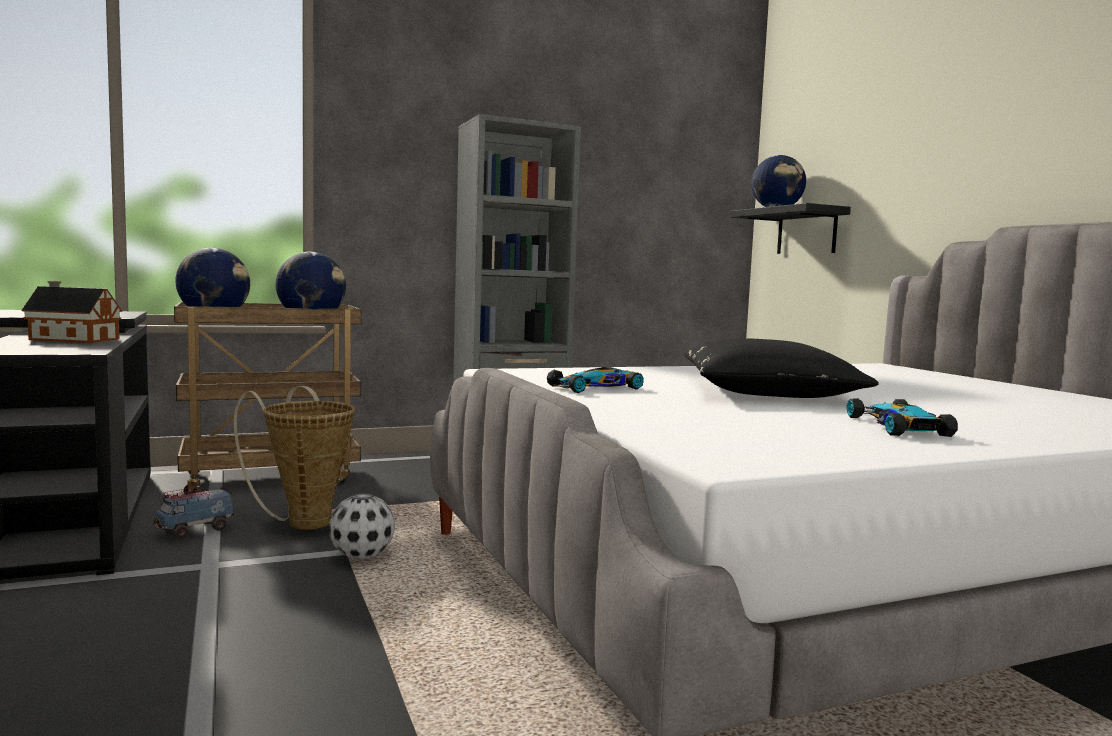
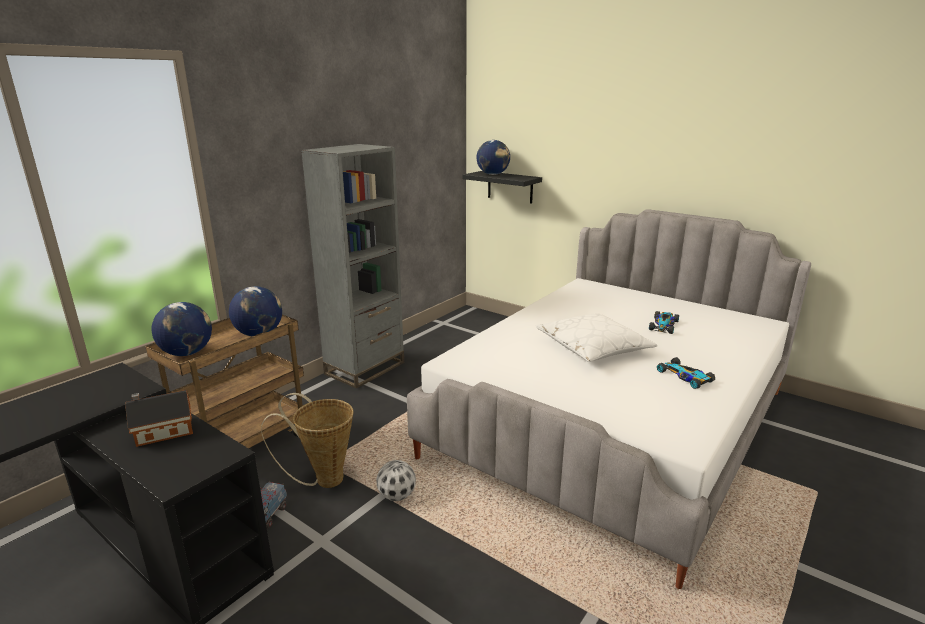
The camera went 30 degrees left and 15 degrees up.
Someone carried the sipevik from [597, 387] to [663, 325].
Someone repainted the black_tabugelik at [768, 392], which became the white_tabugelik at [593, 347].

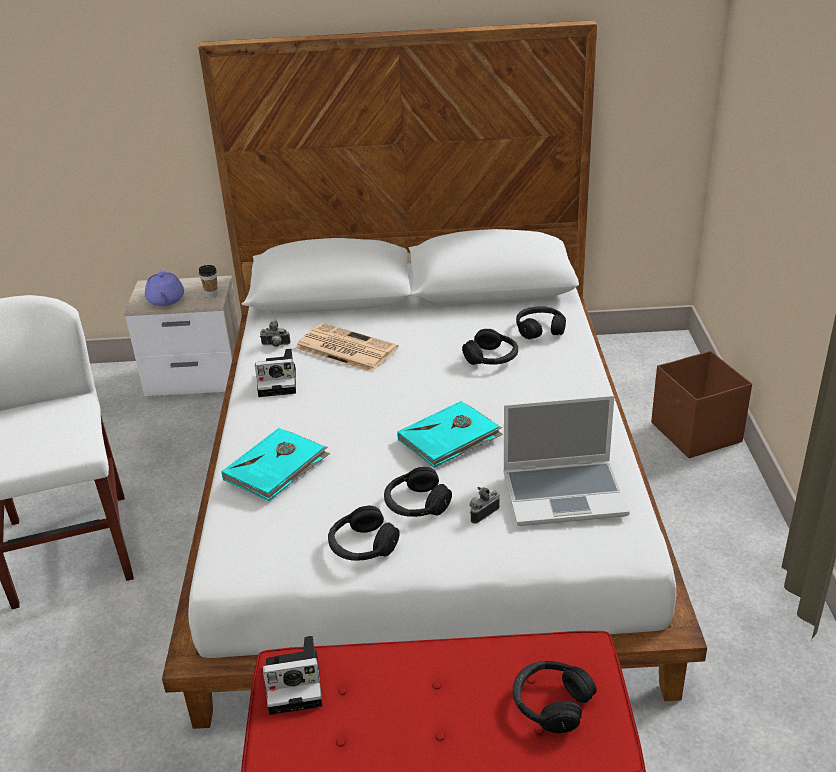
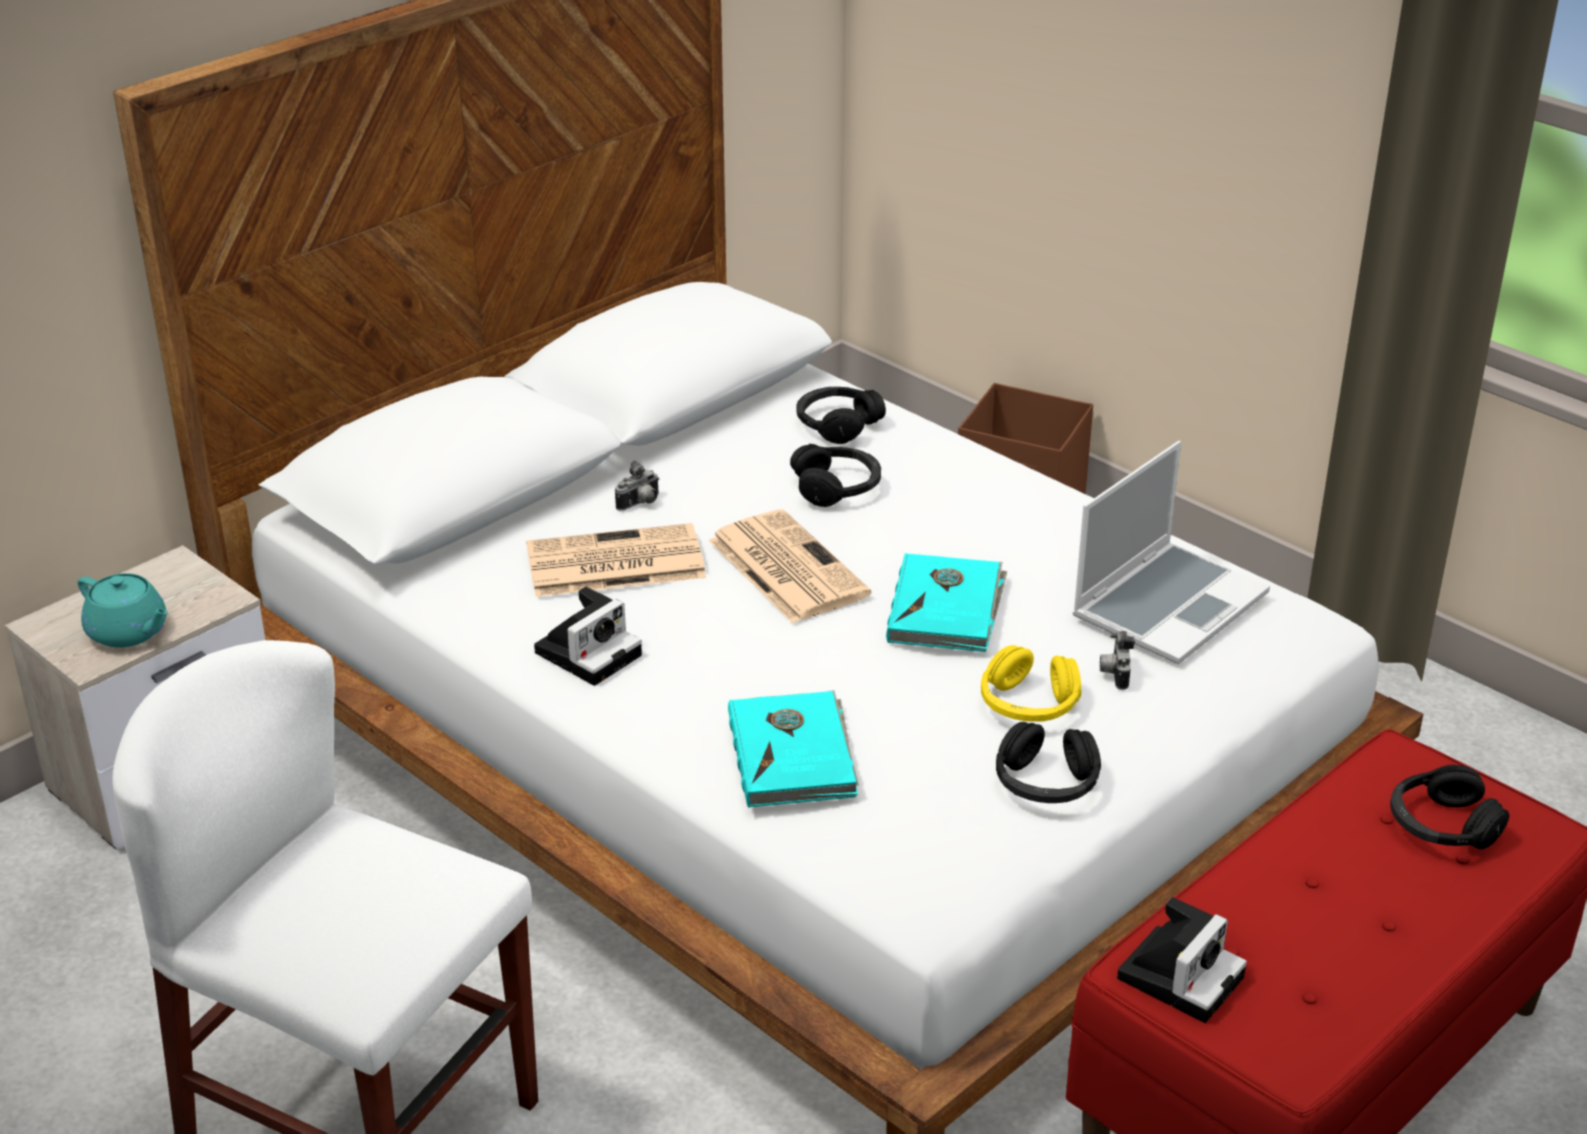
The camera went 45 degrees left and 0 degrees up.
Someone repainted the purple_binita at [166, 300], which became the turquoise_binita at [129, 632].
Someone took away the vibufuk at [211, 295].
Someone carried the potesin from [275, 345] to [640, 504].
Someone repainted the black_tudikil at [416, 504], which became the yellow_tudikil at [1028, 704].
Someone put down the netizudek at [785, 567].

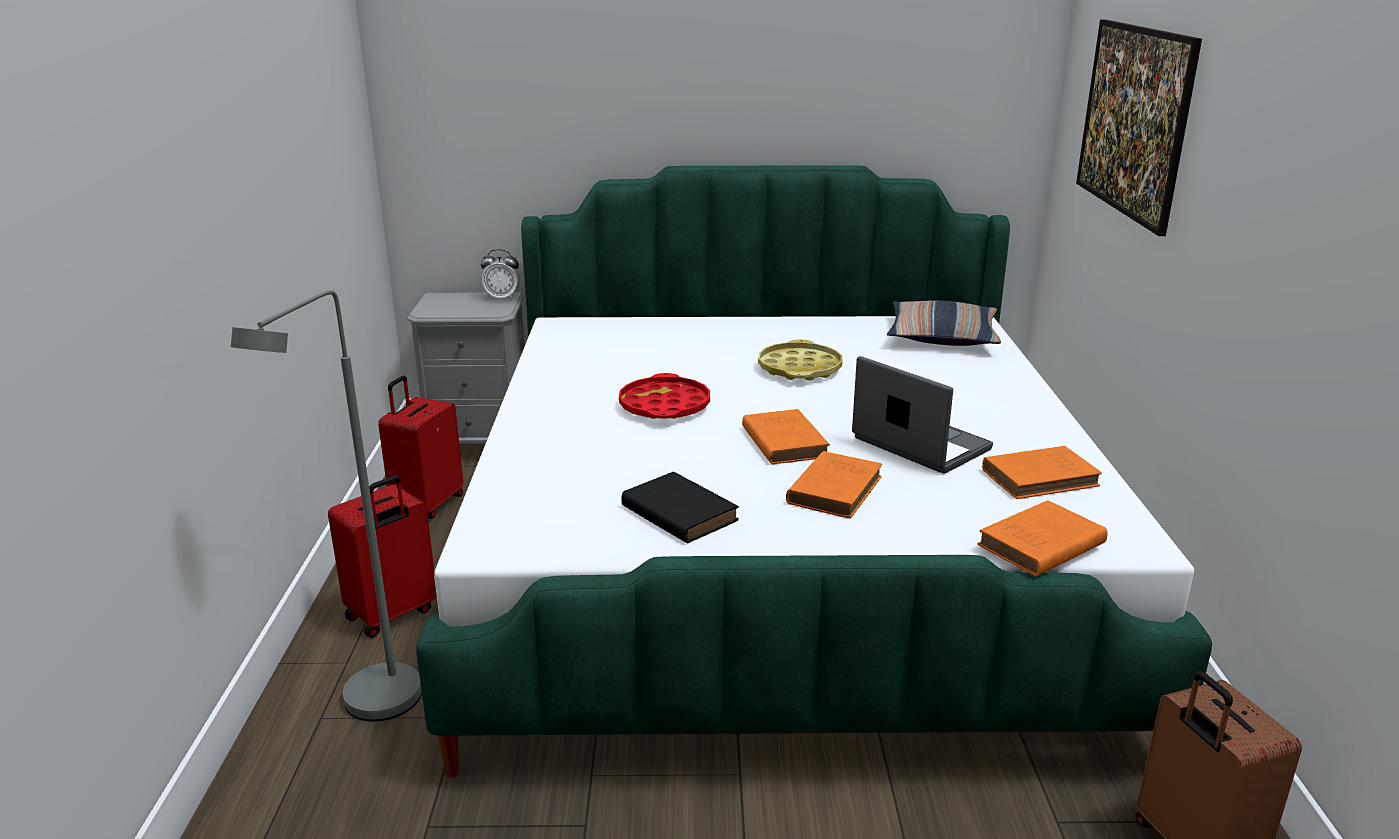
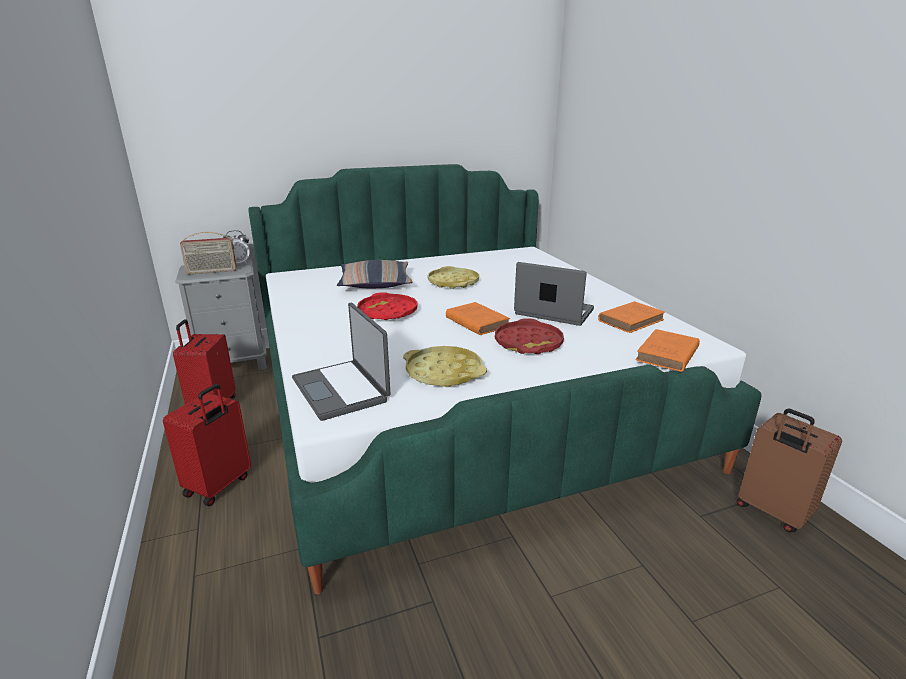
The camera went 20 degrees left and 0 degrees up.
Someone took away the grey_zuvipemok at [371, 710].
Someone swapped the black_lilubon at [677, 512] for the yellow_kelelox at [444, 372].
Someone swapped the orange_lilubon at [835, 489] for the red_kelelox at [528, 343].
Someone carried the tabugelik from [942, 337] to [375, 283].
Someone took away the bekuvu at [1126, 164].
Someone put down the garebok at [212, 271].
Someone put down the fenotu at [342, 390].

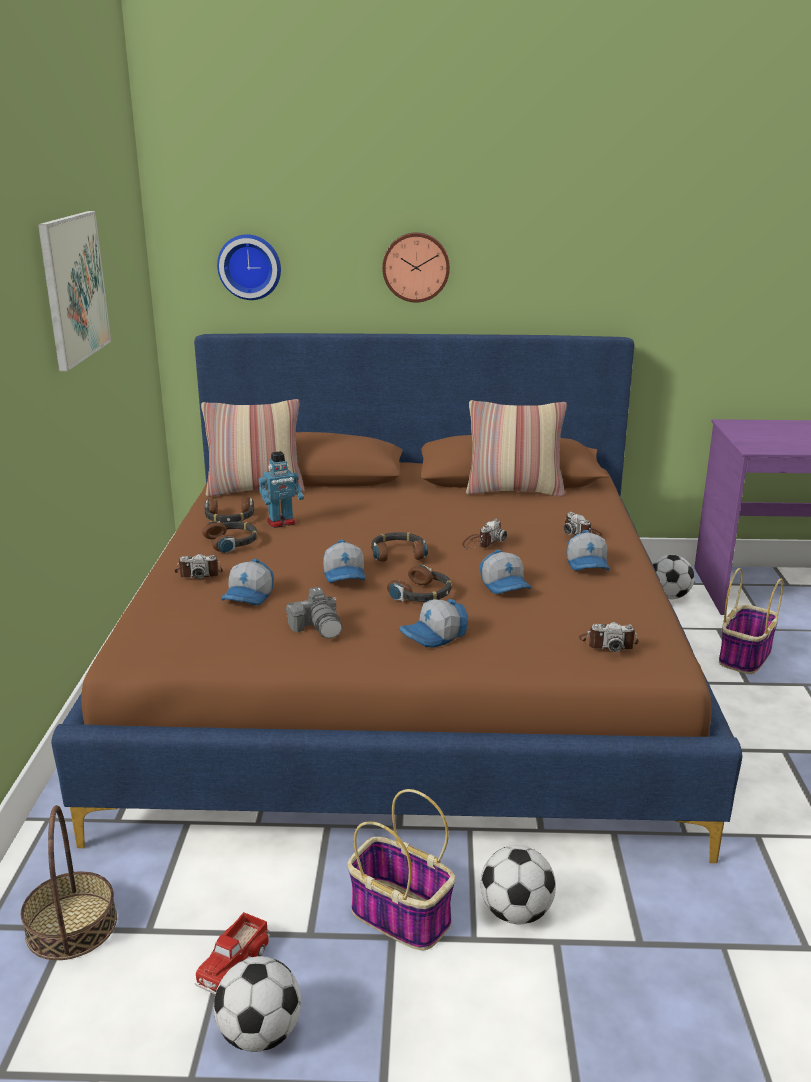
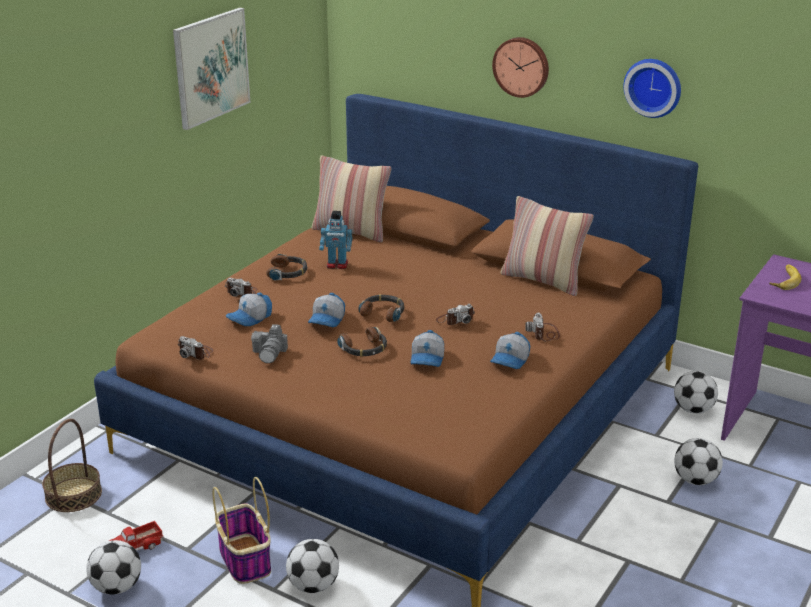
The camera went 30 degrees right and 5 degrees up.
Someone took away the tudikil at [229, 518].
Someone carried the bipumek from [250, 266] to [654, 87].
Someone took away the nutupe at [435, 635].
Someone carried the potesin from [608, 643] to [196, 352].
Someone swapped the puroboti at [745, 656] for the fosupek at [695, 480].
Someone put down the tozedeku at [783, 280].

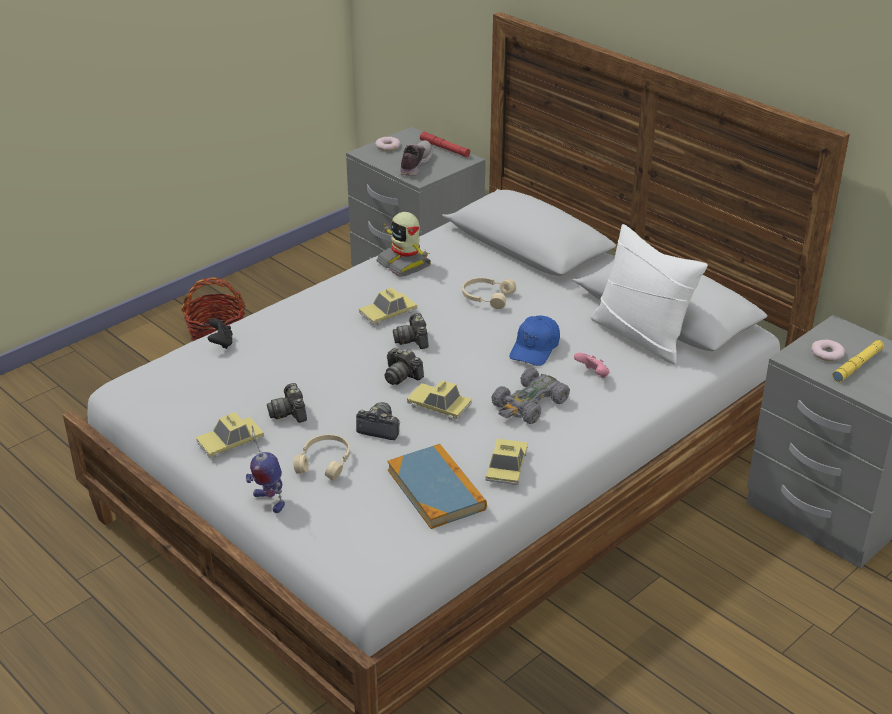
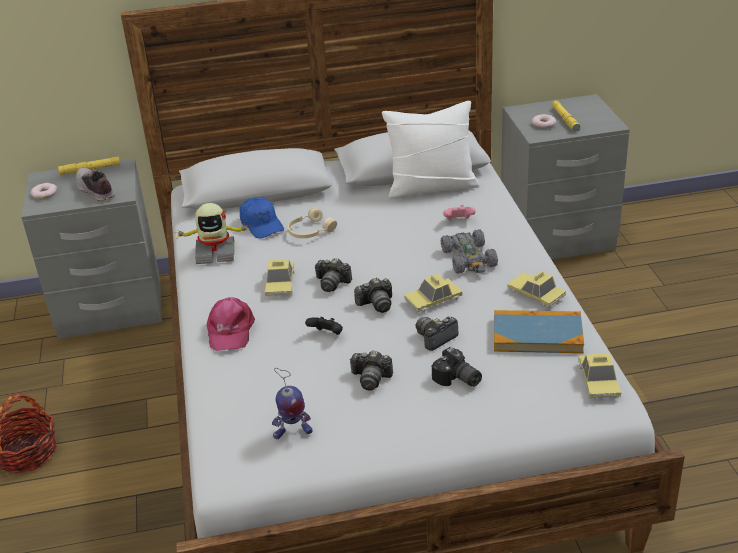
The camera went 55 degrees left and 0 degrees up.
Someone carried the sipevik from [230, 442] to [598, 381].
Someone carried the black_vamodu from [221, 343] to [327, 335].
Someone carried the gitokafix from [268, 501] to [292, 432].
Someone swapped the beige_tudikil at [325, 462] for the potesin at [457, 380].
Someone repainted the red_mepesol at [444, 148], which became the yellow_mepesol at [90, 169].
Someone carried the blue_nutupe from [535, 348] to [261, 224].
Someone put down the pink_nutupe at [230, 330].

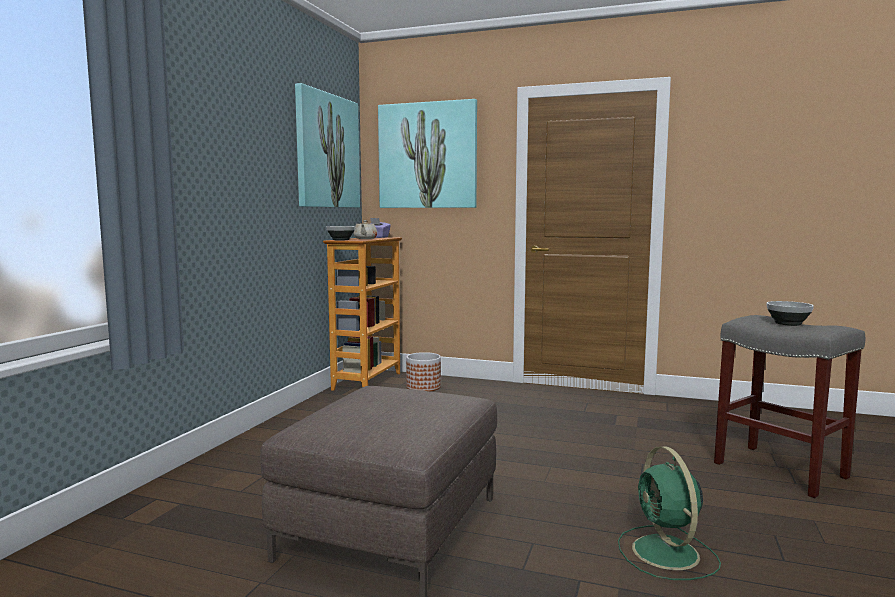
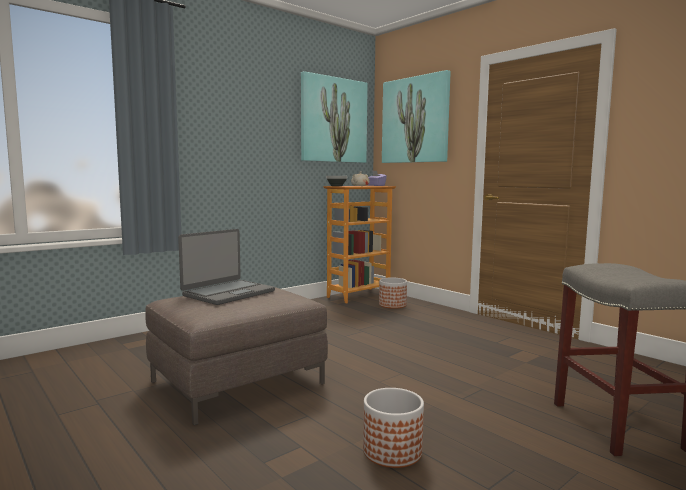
The camera went 30 degrees right and 0 degrees up.
Someone swapped the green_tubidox at [667, 554] for the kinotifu at [392, 452].
Someone took away the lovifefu at [787, 323].
Someone put down the fenotu at [228, 293].

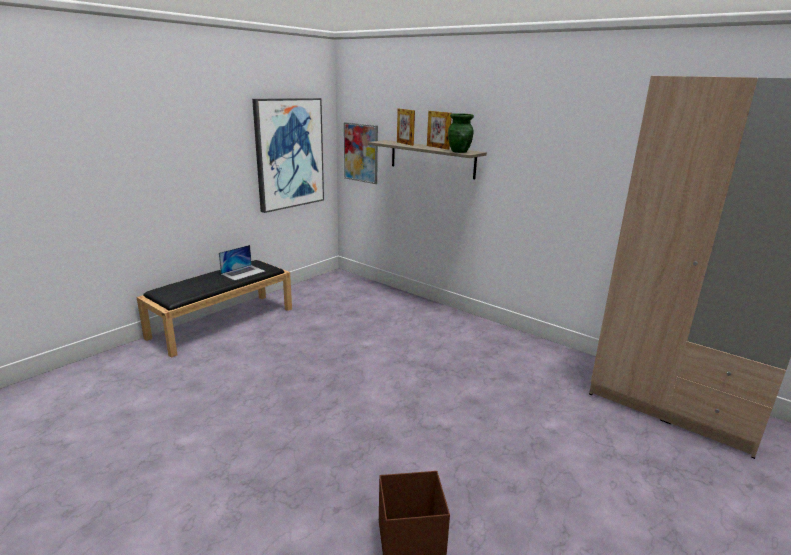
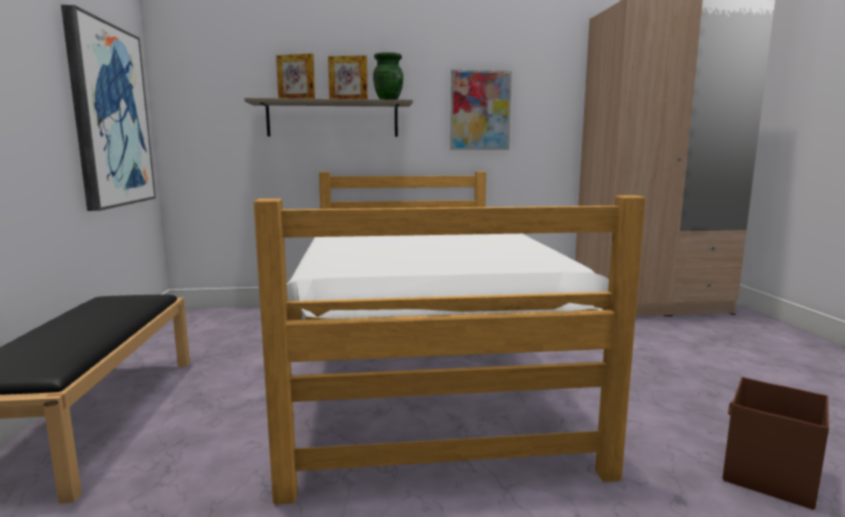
The camera went 45 degrees left and 10 degrees down.
Someone took away the fenotu at [243, 272].
Someone carried the bekuvu from [361, 153] to [480, 110].
Someone put down the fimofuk at [420, 361].

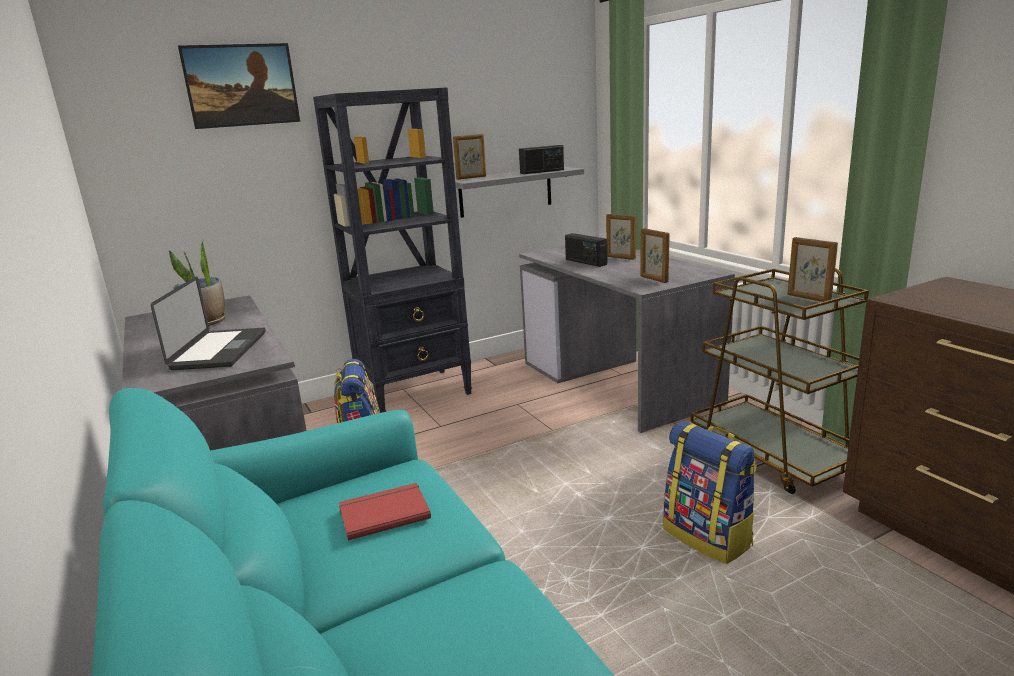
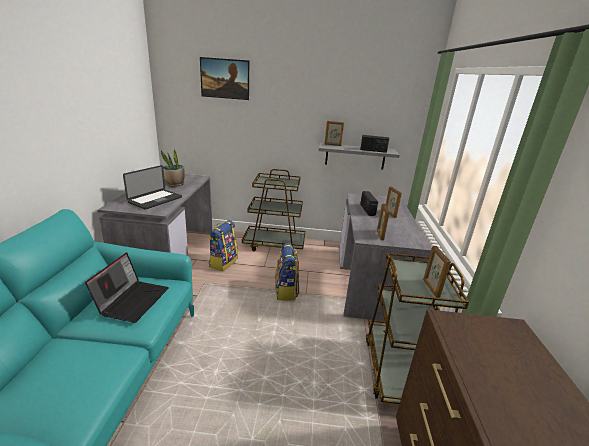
The camera went 30 degrees right and 5 degrees up.
Someone swapped the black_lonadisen at [415, 392] for the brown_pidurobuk at [274, 244].
Someone swapped the red_lilubon at [383, 512] for the fenotu at [133, 300].
Someone carried the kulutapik from [708, 537] to [286, 291].

